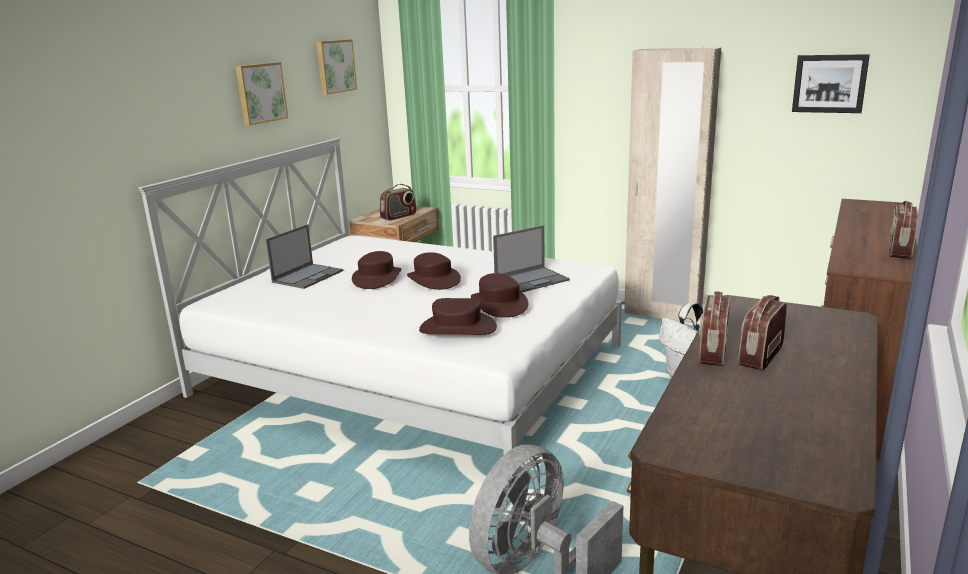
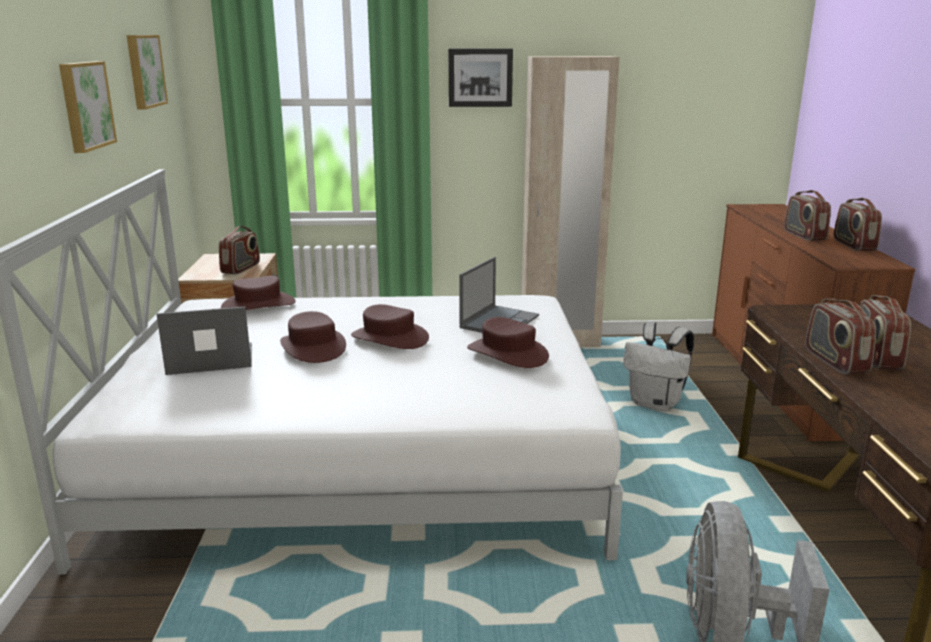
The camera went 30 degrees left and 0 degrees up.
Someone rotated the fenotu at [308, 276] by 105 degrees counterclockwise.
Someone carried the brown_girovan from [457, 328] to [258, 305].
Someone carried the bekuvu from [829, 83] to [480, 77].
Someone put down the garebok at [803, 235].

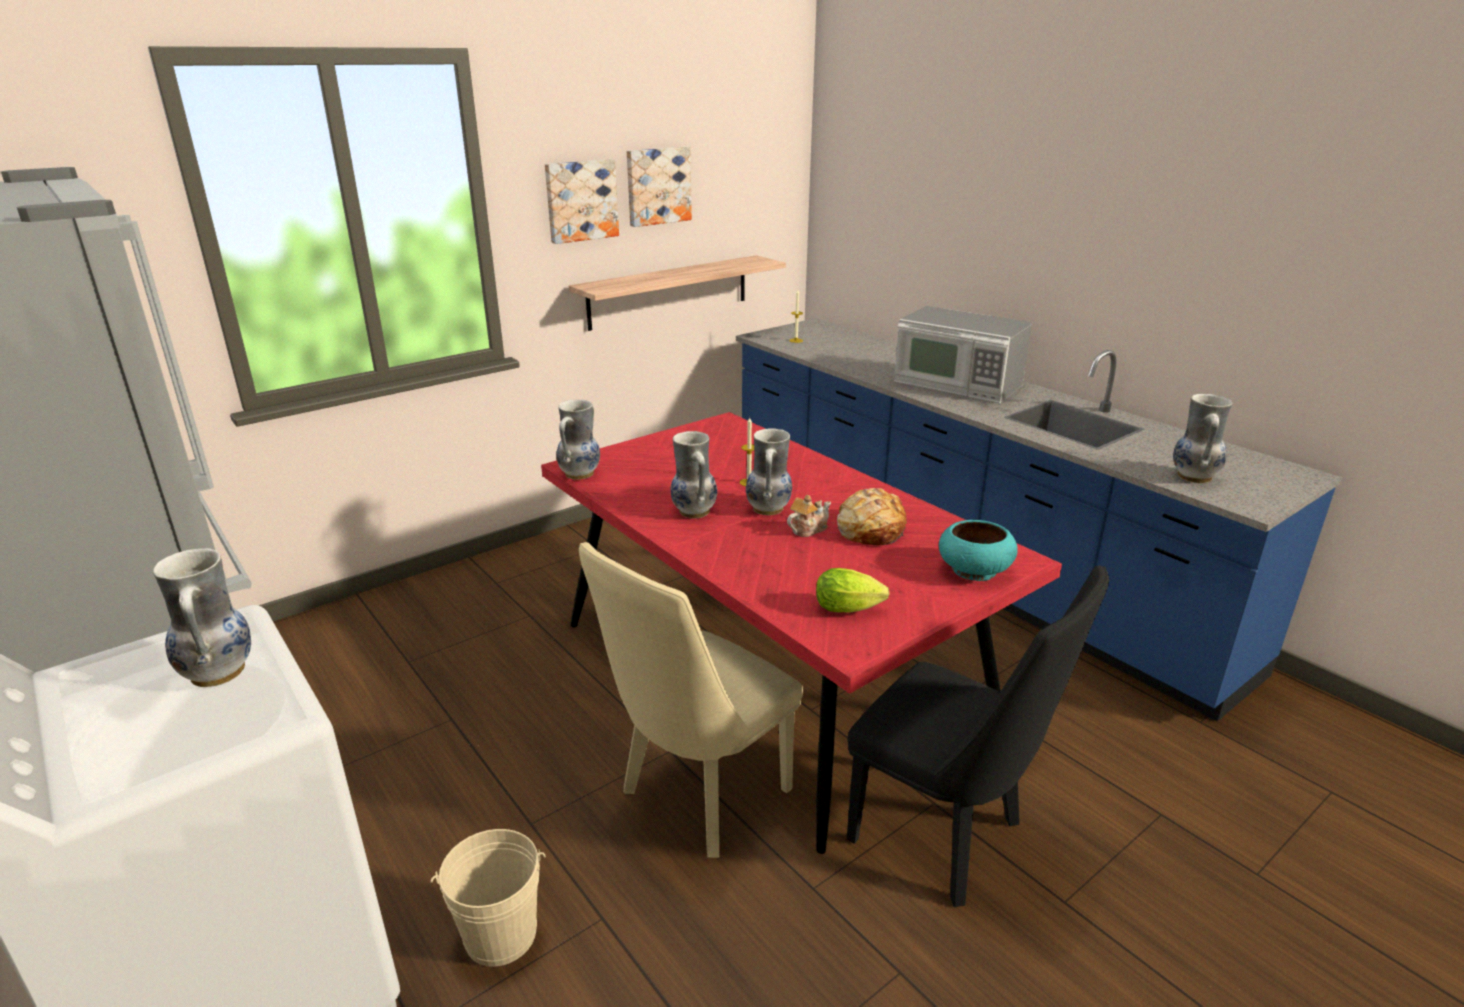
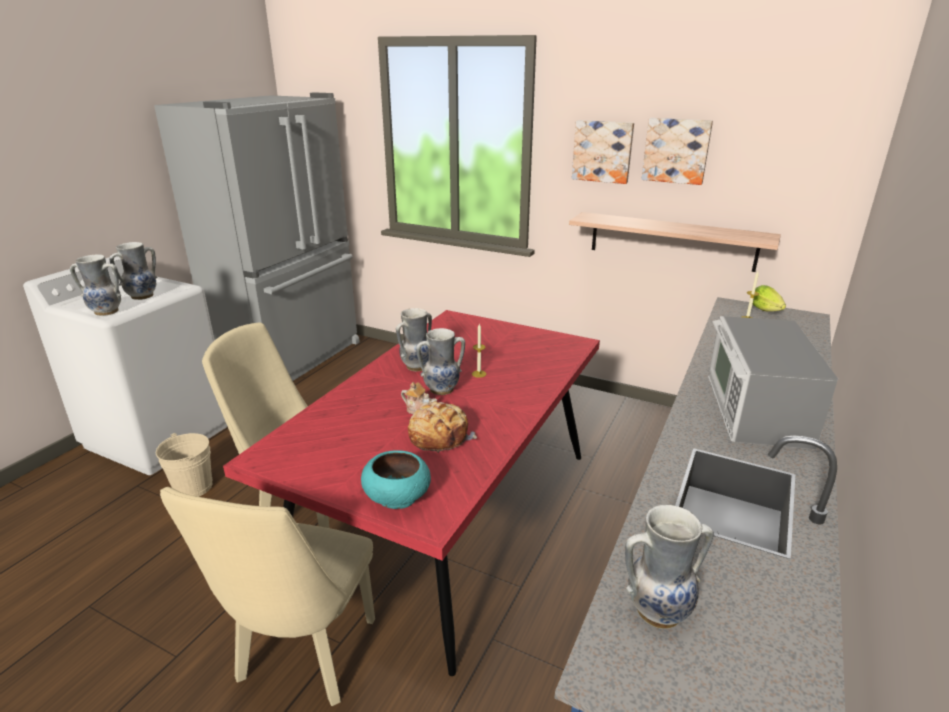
The camera went 65 degrees right and 0 degrees up.
Someone carried the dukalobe from [580, 474] to [106, 312].
Someone carried the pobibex from [851, 609] to [767, 311].
Someone repainted the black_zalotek at [948, 839], which became the beige_zalotek at [303, 659].

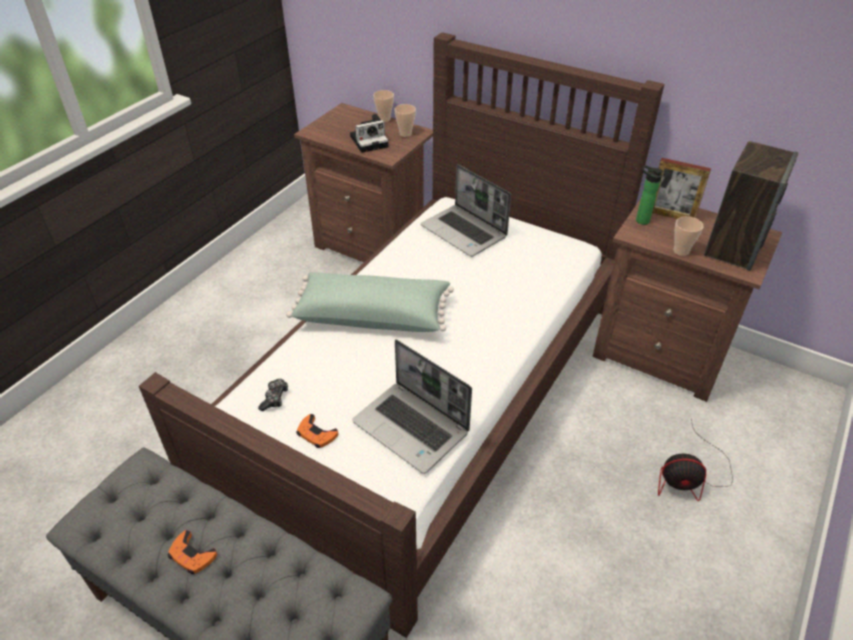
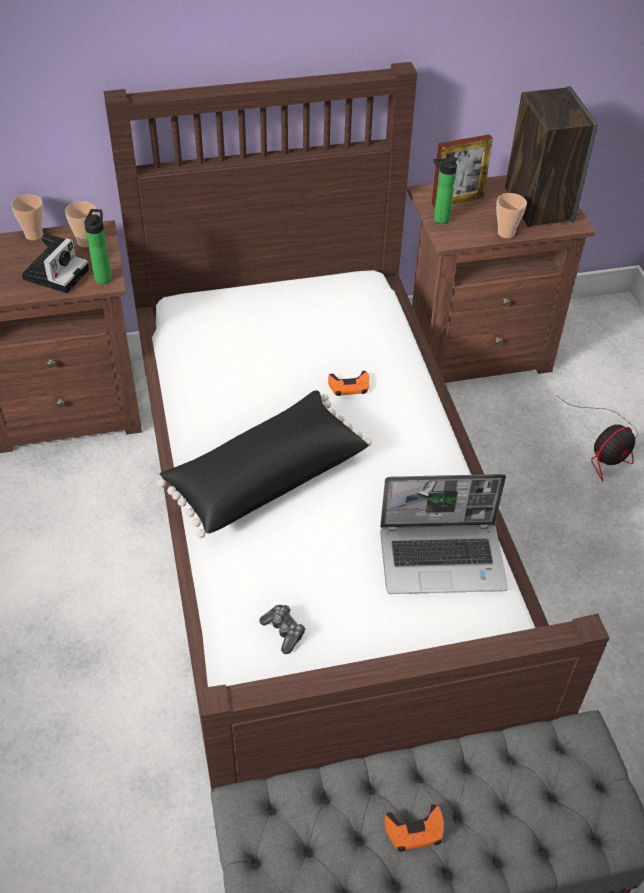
The camera went 45 degrees left and 5 degrees up.
Someone repainted the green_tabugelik at [373, 315], which became the black_tabugelik at [265, 476].
Someone carried the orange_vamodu from [316, 434] to [349, 386].
Someone took away the fenotu at [465, 232].
Someone put down the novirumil at [104, 277].

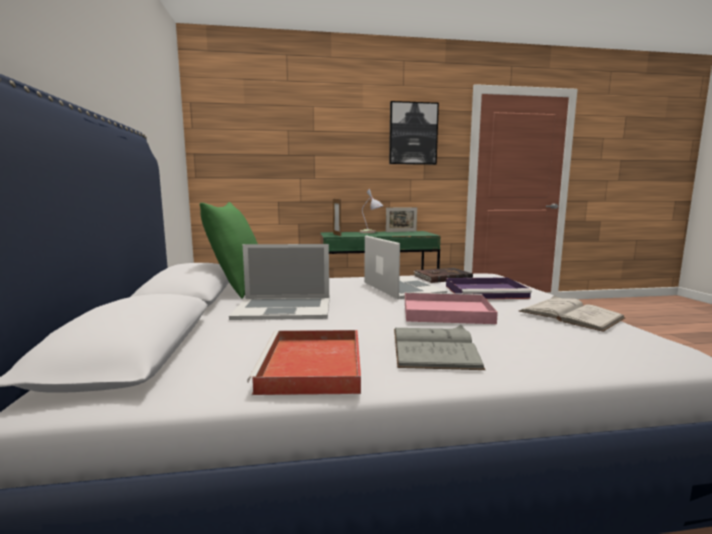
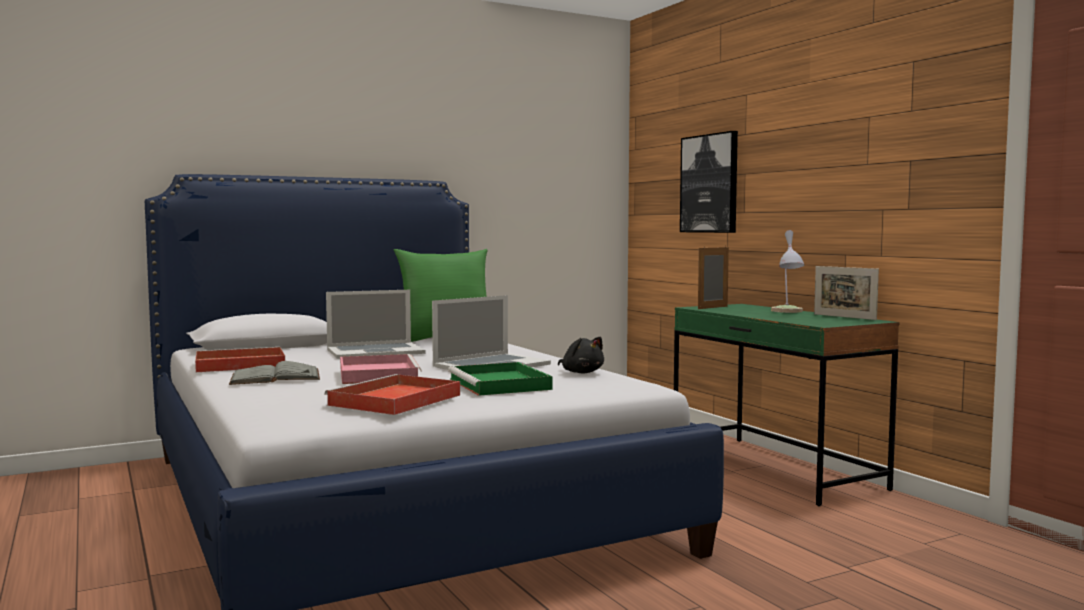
The camera went 70 degrees right and 5 degrees down.
Someone rotated the fenotu at [283, 309] by 90 degrees counterclockwise.
Someone carried the bekuvu from [413, 134] to [710, 183].
Someone swapped the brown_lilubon at [442, 277] for the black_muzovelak at [581, 372].
Someone repainted the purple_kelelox at [487, 292], which became the green_kelelox at [501, 384].
Someone swapped the white_lilubon at [570, 315] for the red_kelelox at [394, 400].

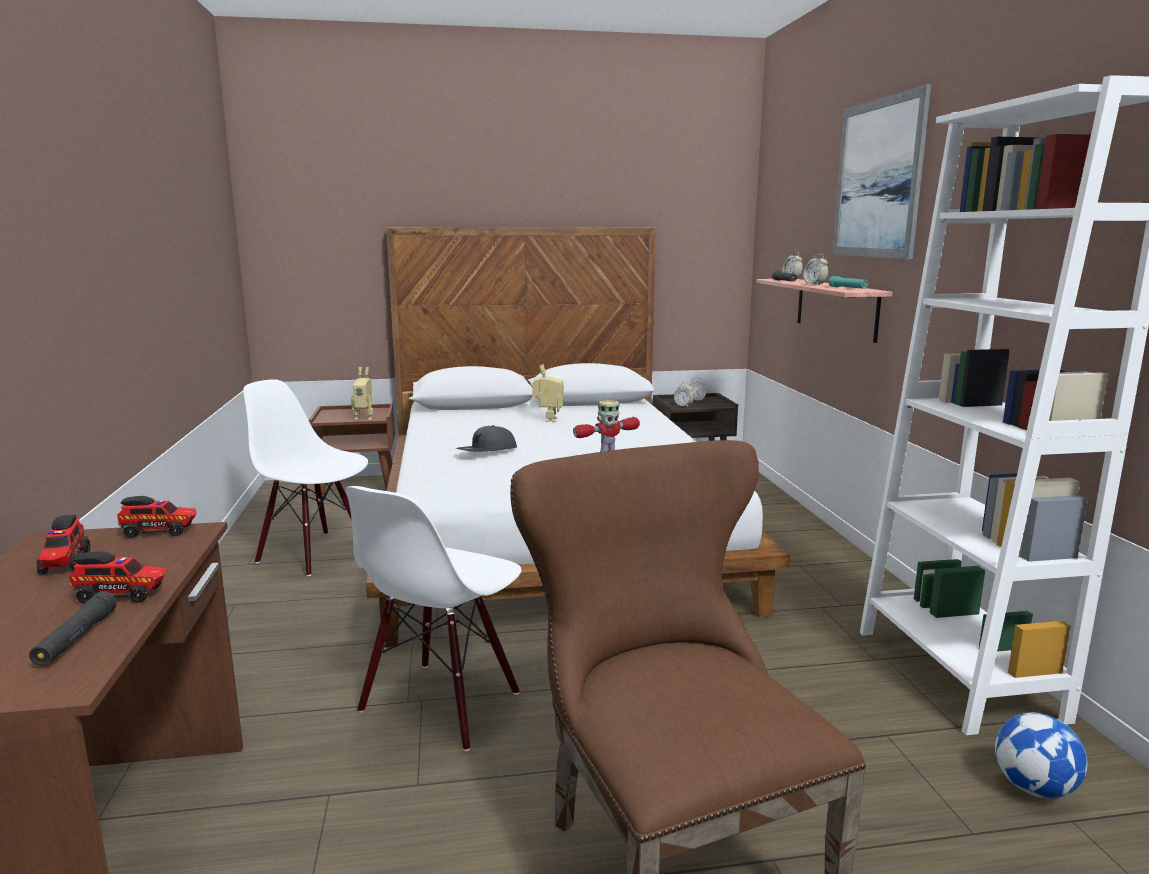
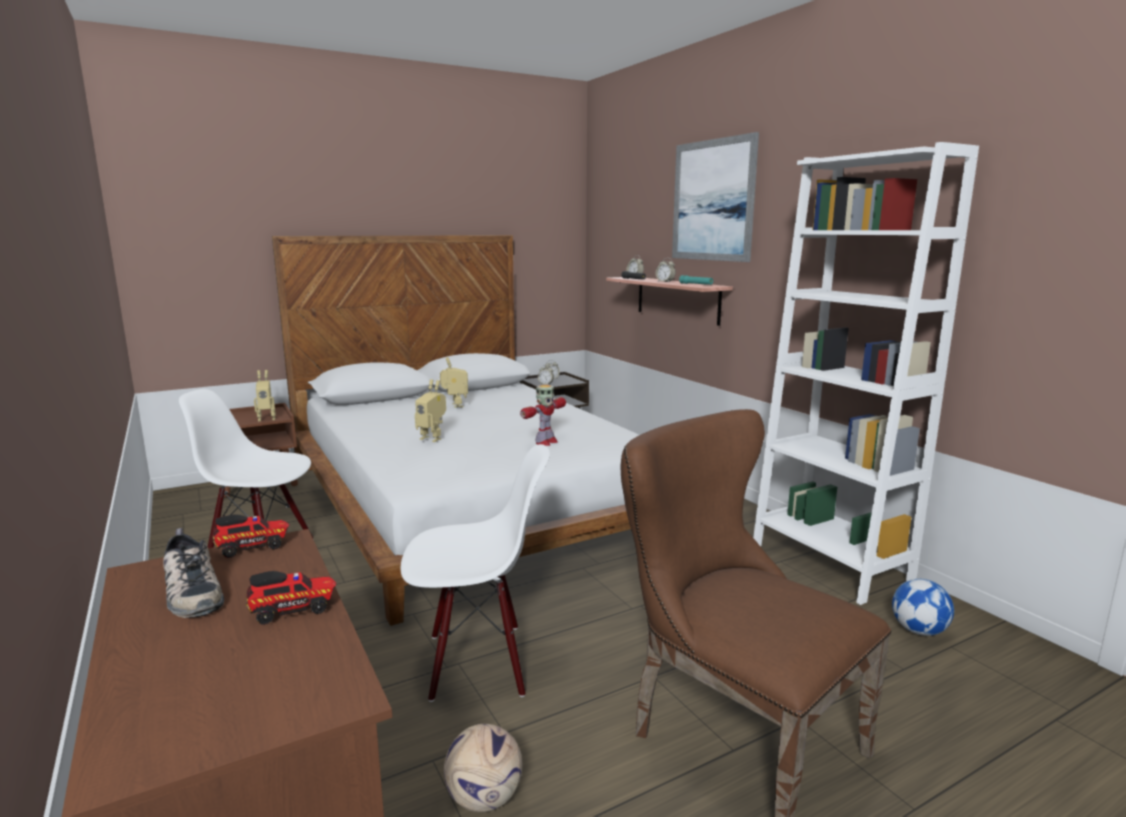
The camera went 20 degrees left and 0 degrees up.
Someone took away the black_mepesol at [76, 639].
Someone swapped the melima at [65, 563] for the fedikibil at [190, 592].
Someone rotated the white_zalotek at [441, 704] by 105 degrees counterclockwise.
Someone swapped the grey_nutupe at [487, 451] for the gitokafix at [433, 438].
Someone put down the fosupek at [483, 799].

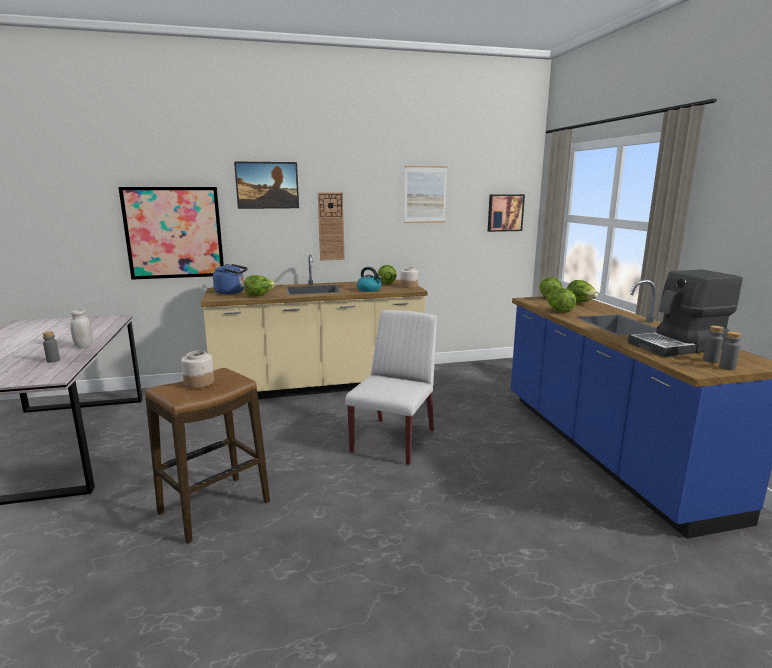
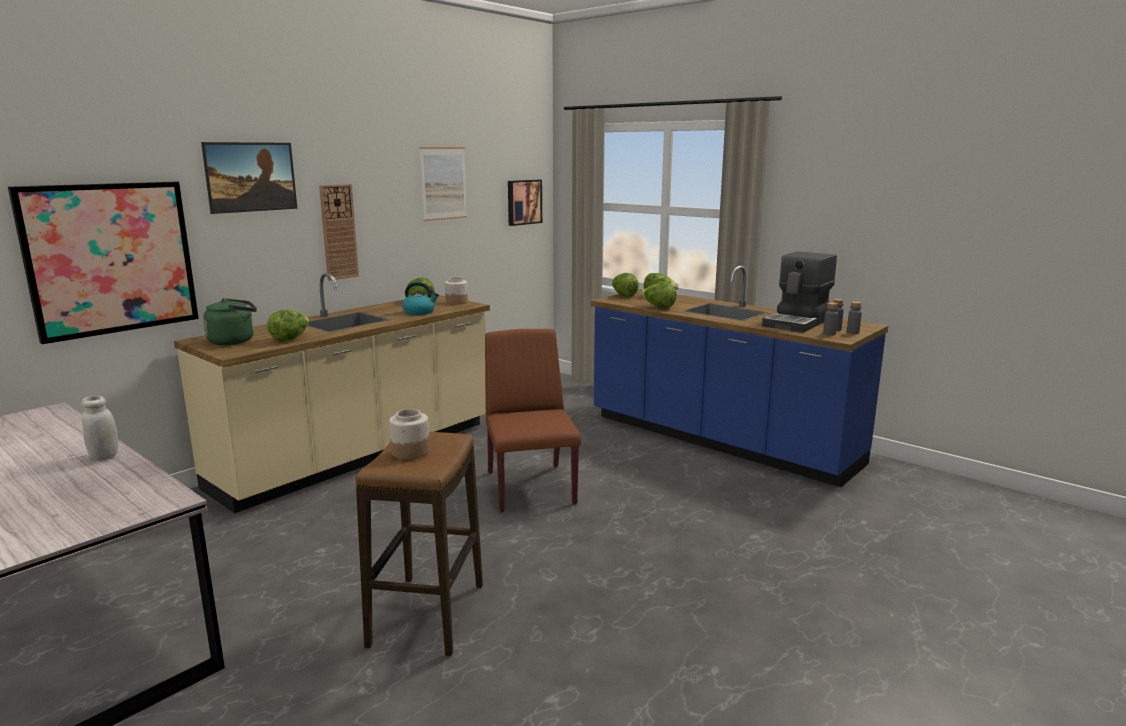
The camera went 35 degrees left and 0 degrees up.
Someone carried the grey_novirumil from [53, 360] to [829, 334].
Someone repainted the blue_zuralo at [232, 292], which became the green_zuralo at [234, 341].
Someone repainted the white_zalotek at [394, 440], which became the brown_zalotek at [530, 487].

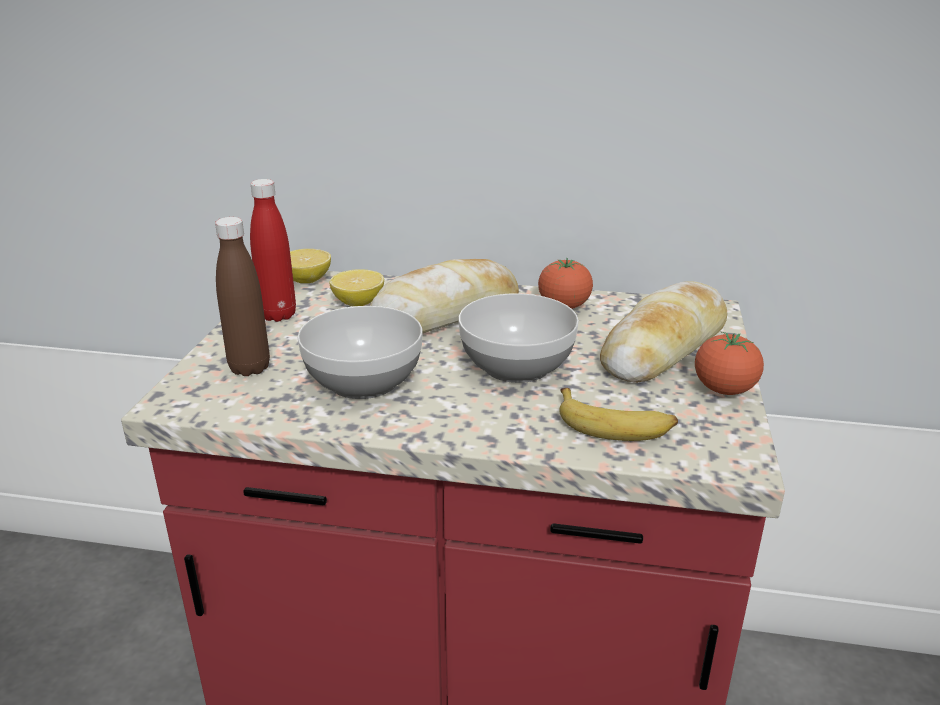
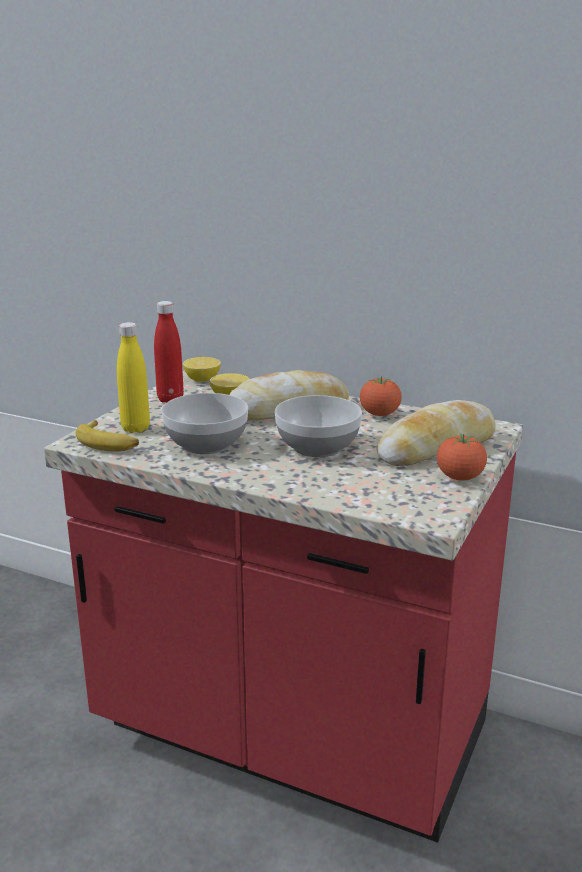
The camera went 15 degrees right and 5 degrees down.
Someone repainted the brown_novirumil at [249, 368], which became the yellow_novirumil at [135, 428].
Someone carried the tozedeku from [614, 425] to [108, 443].

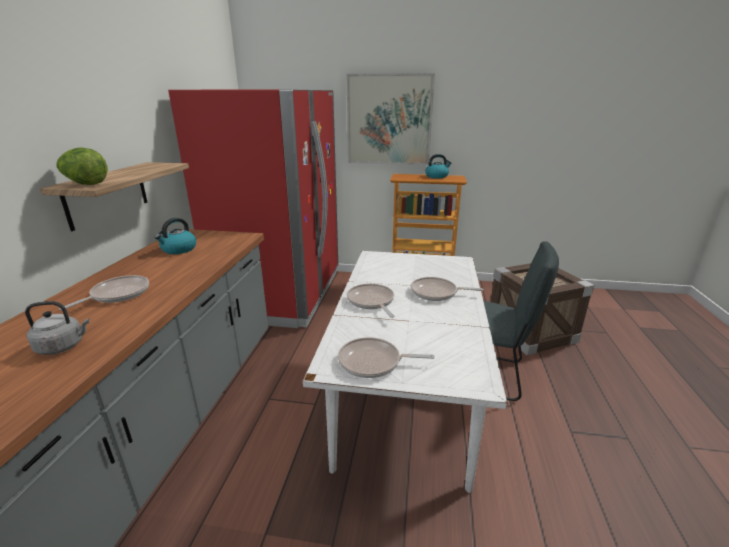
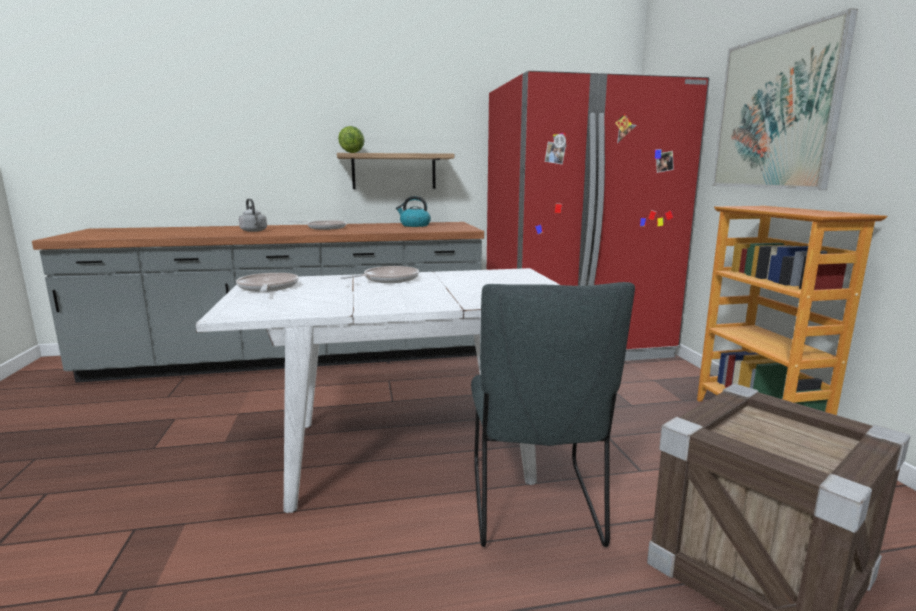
The camera went 70 degrees right and 10 degrees down.
Someone took away the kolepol at [436, 293].
Someone took away the zuralo at [437, 176].

